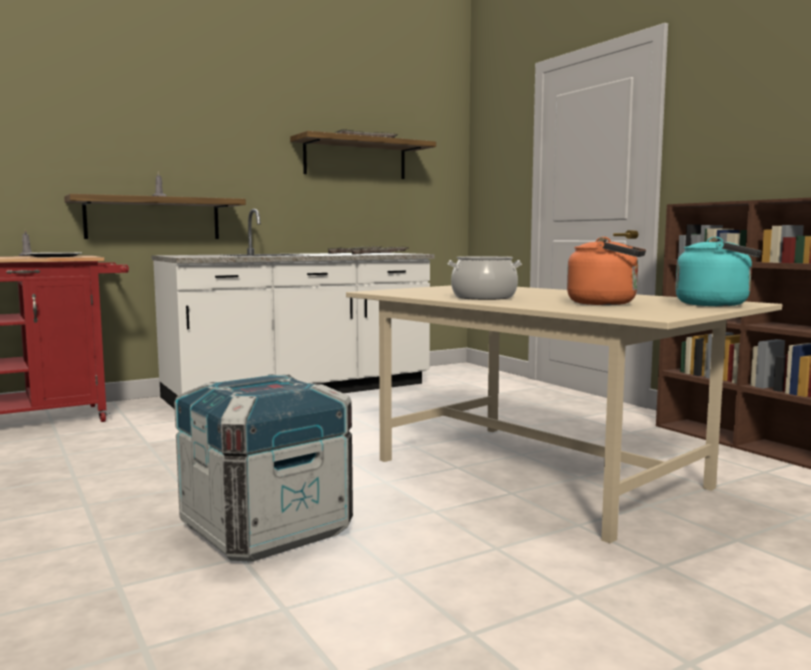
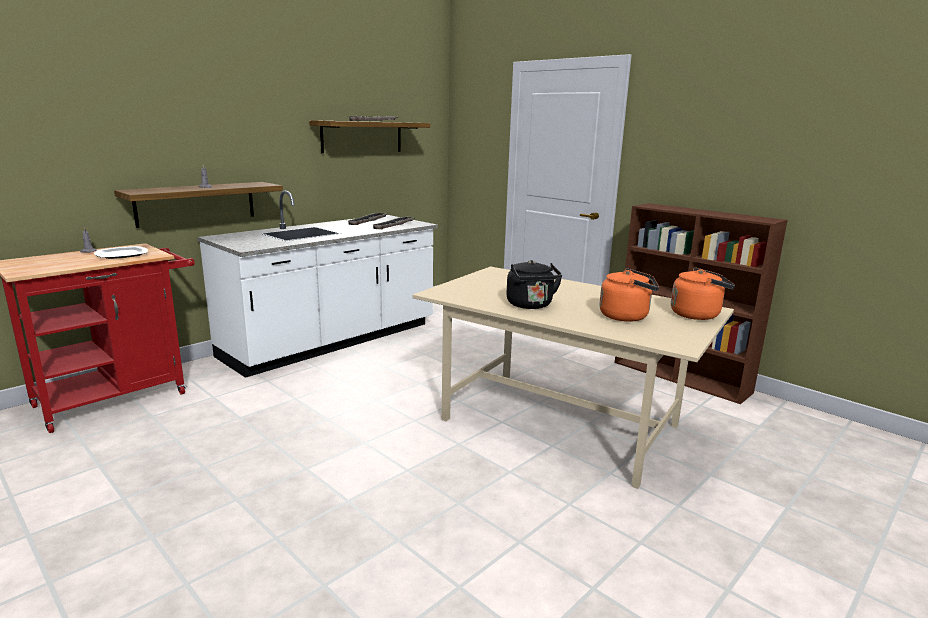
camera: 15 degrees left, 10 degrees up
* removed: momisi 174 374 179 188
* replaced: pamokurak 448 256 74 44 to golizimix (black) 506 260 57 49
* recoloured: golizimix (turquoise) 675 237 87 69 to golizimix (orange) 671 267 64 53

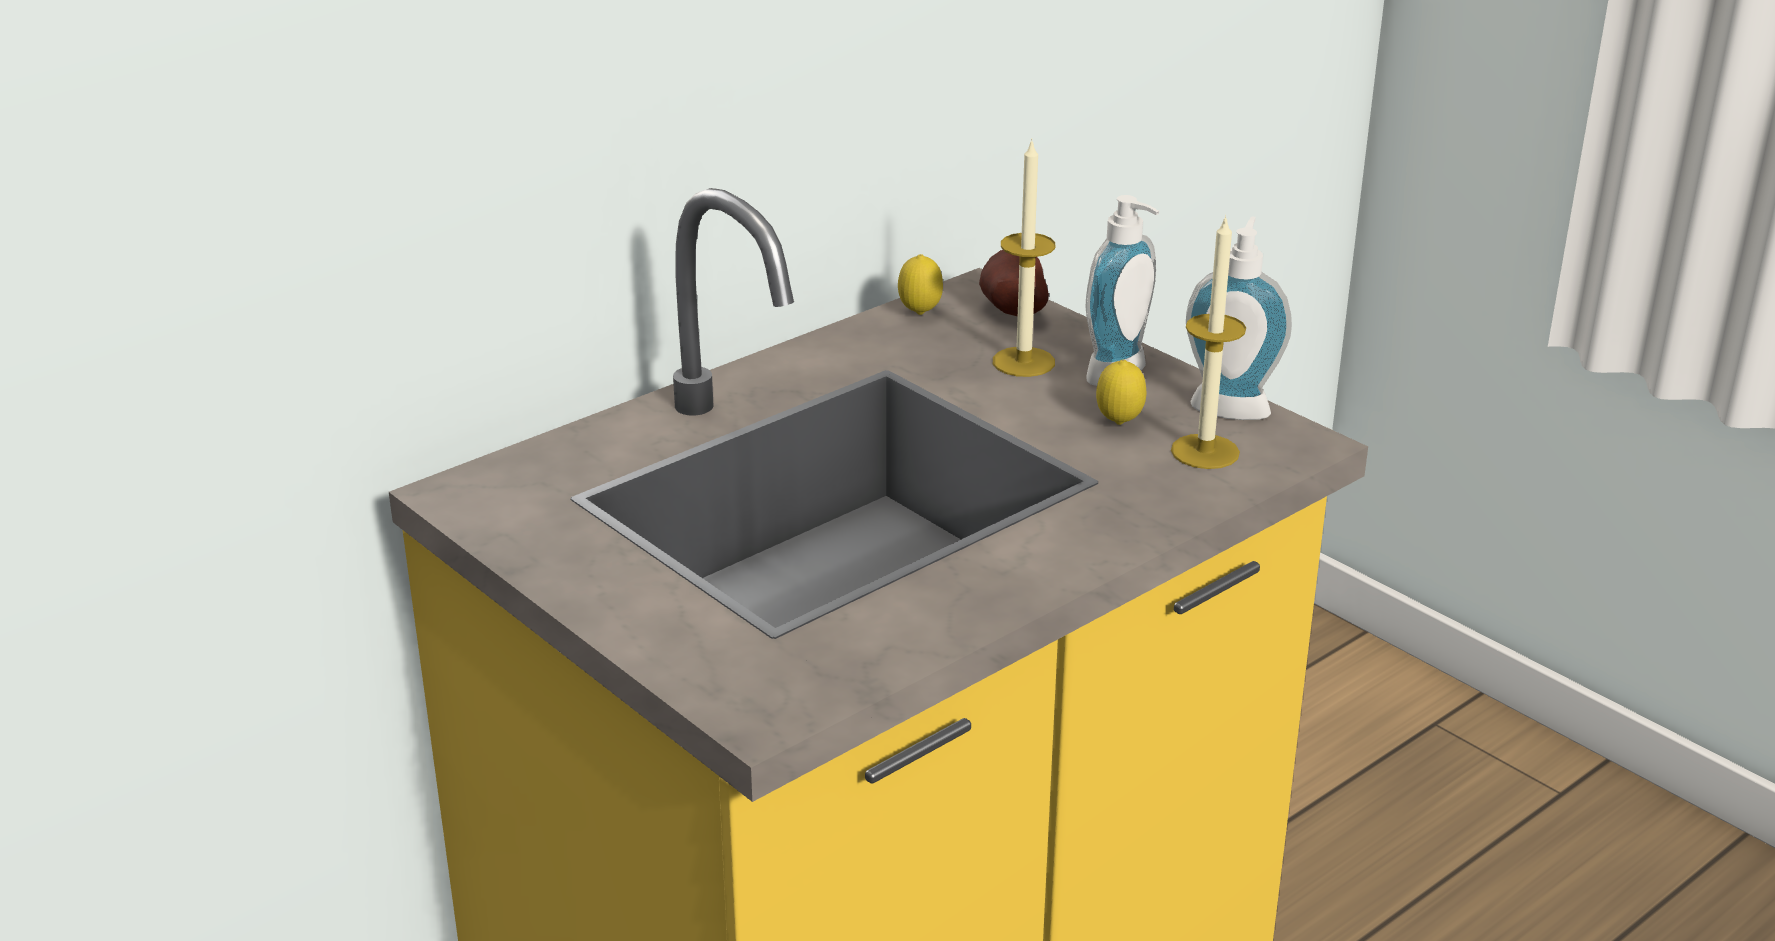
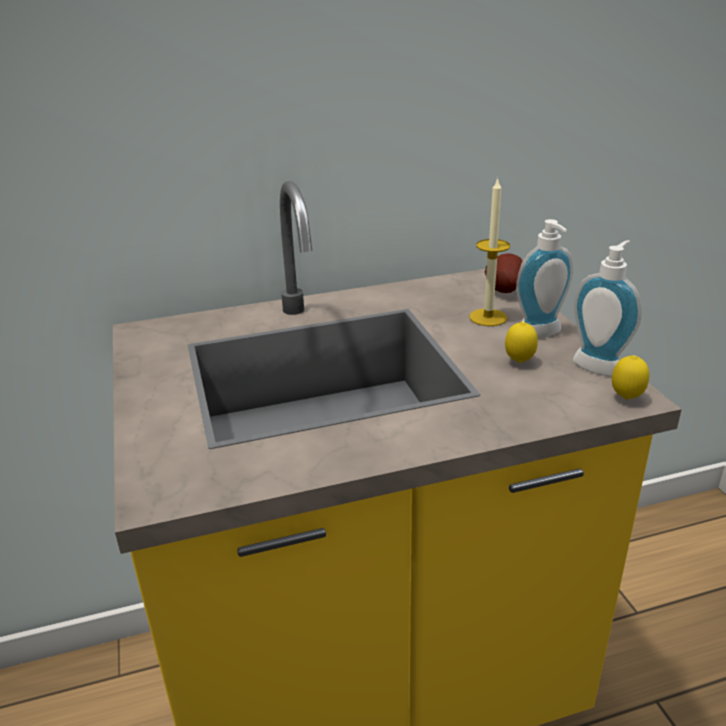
camera: 25 degrees right, 0 degrees up
* moved: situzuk 898 254 45 61 to 612 355 37 45
* removed: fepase 1171 215 75 254

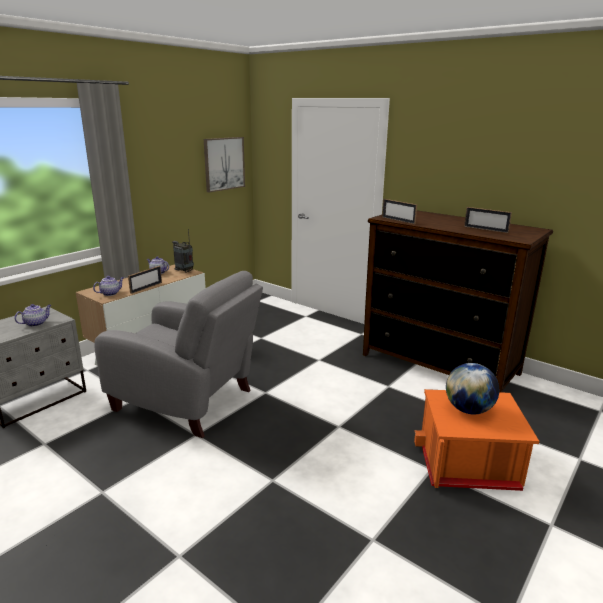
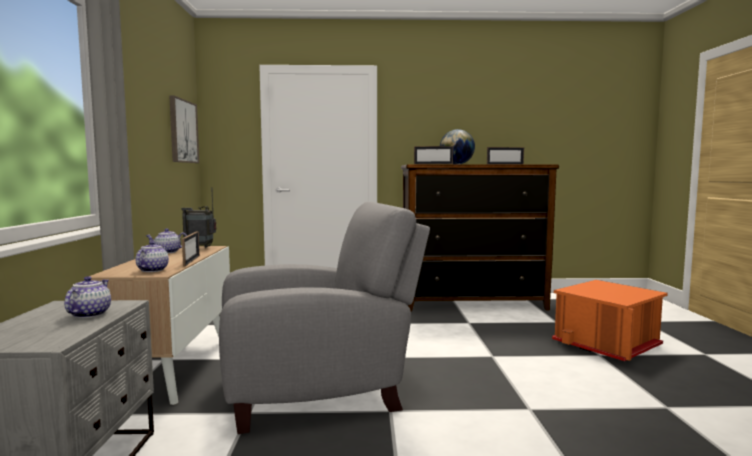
camera: 40 degrees left, 15 degrees down
* moved: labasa 446 363 53 51 to 440 129 35 35

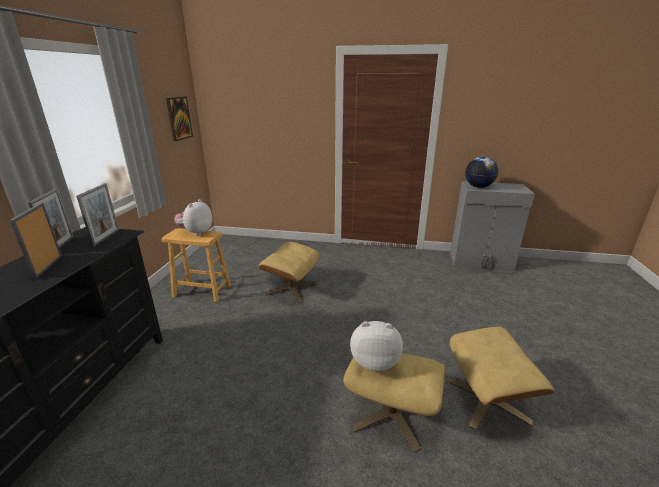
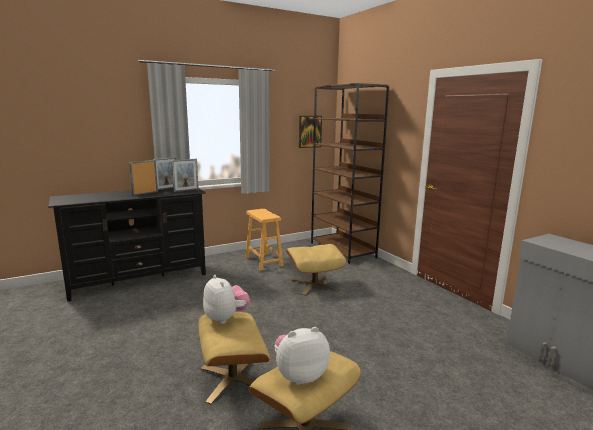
camera: 50 degrees right, 10 degrees down
* moved: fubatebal 174 199 38 37 to 274 327 56 58
* removed: labasa 465 157 33 31
* added: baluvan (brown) 311 83 78 181

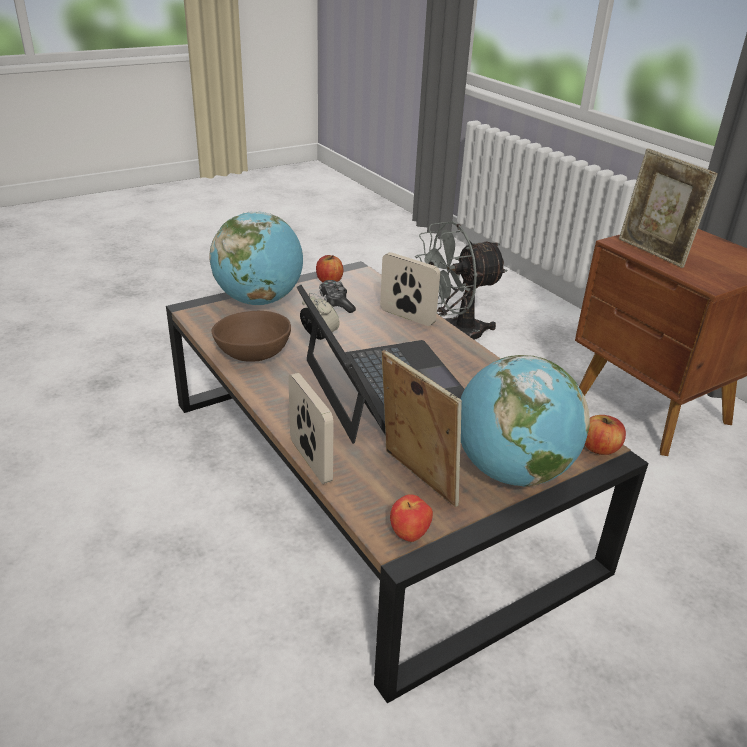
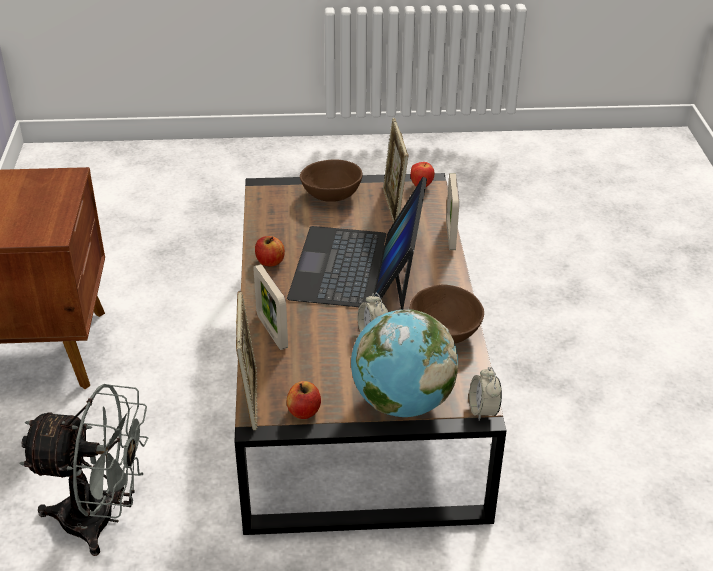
camera: 150 degrees left, 5 degrees up
* removed: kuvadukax 319 280 37 33
* replaced: labasa 460 355 130 132 to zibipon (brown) 300 159 63 43
* moved: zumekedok 585 415 41 40 to 255 236 30 31
* moved: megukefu 619 148 99 120 to 236 291 22 139
* added: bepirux 469 367 33 54

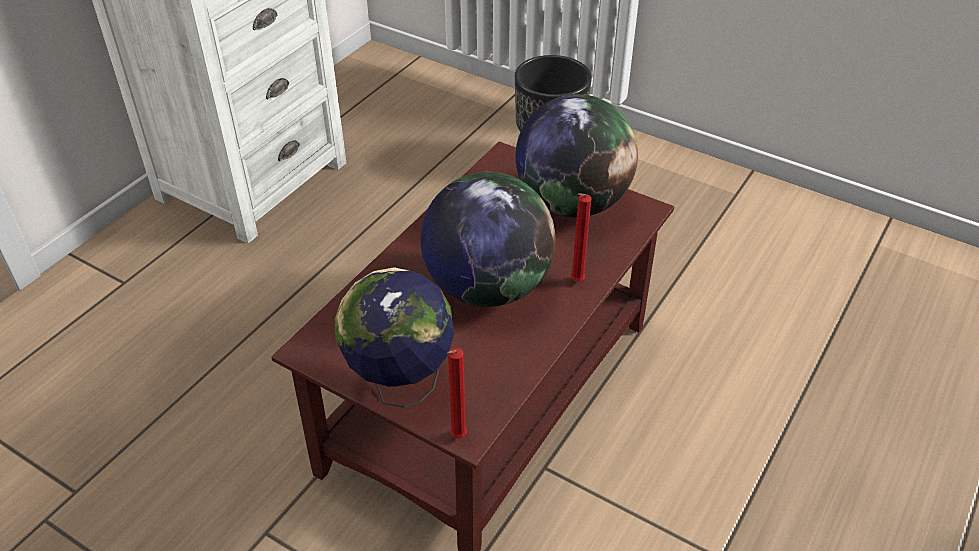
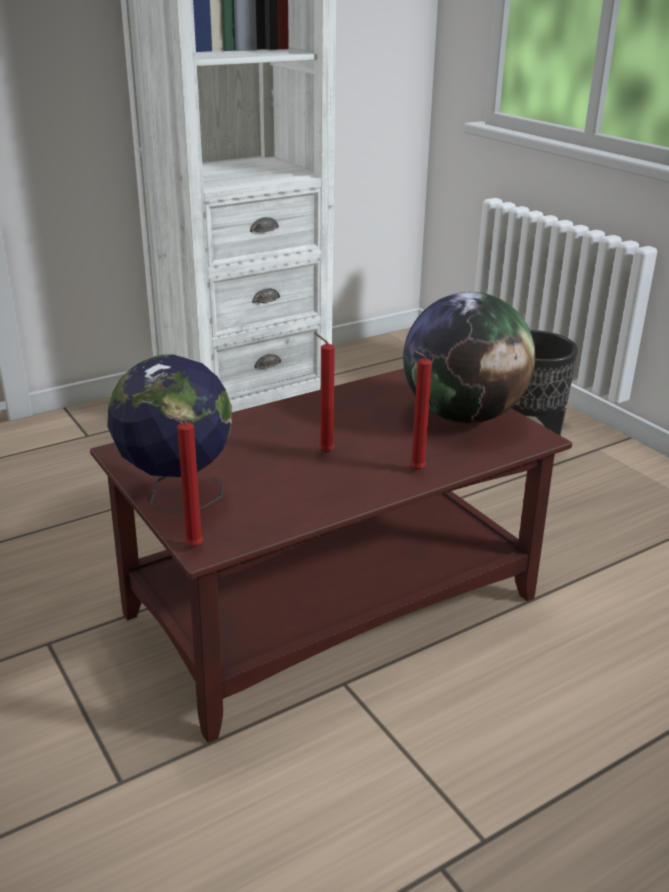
camera: 25 degrees right, 15 degrees down
* replaced: labasa 421 172 135 135 to fepase (red) 314 332 21 121

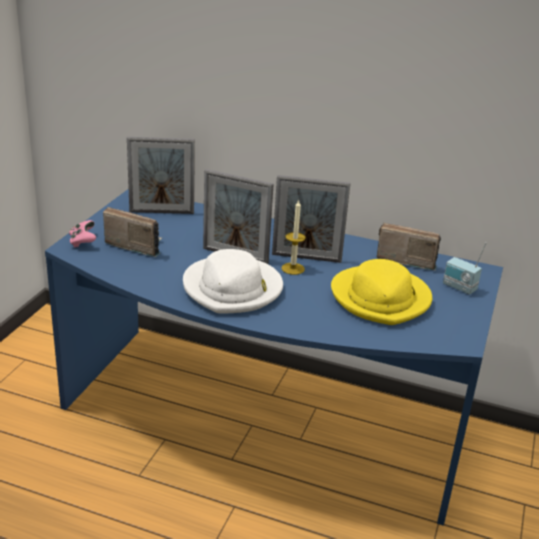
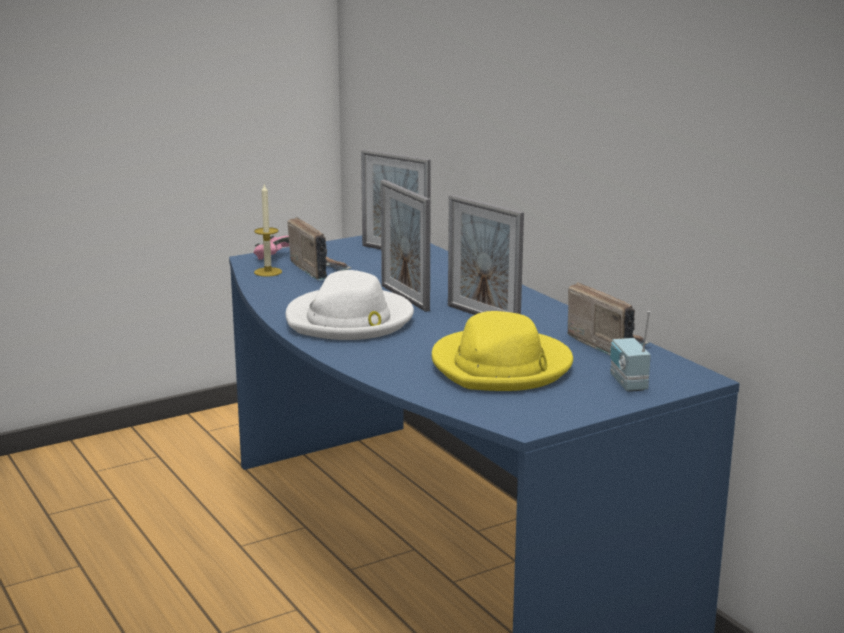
camera: 40 degrees right, 10 degrees down
* moved: fepase 281 200 25 75 to 254 184 28 93

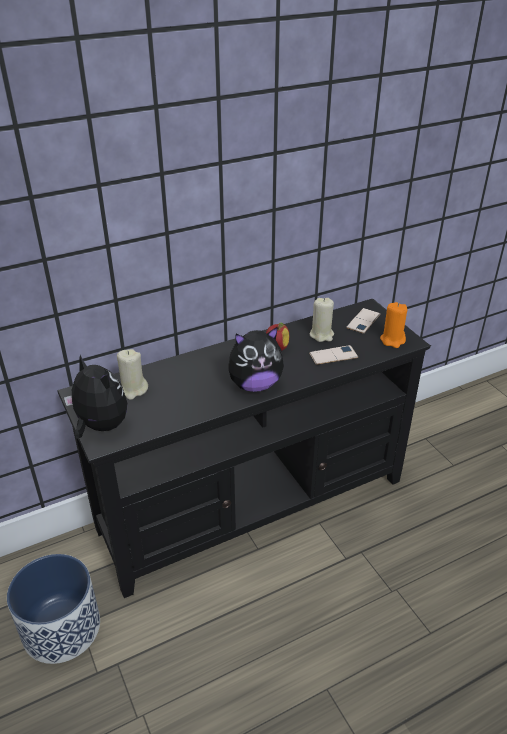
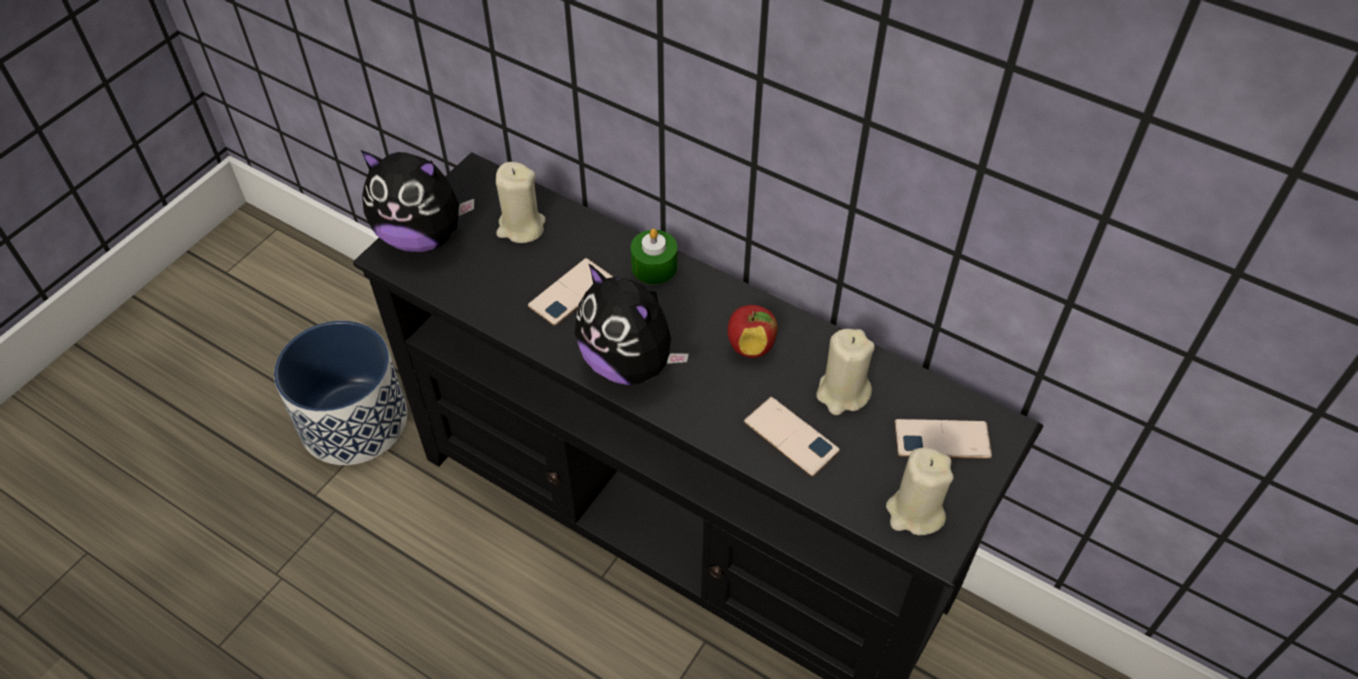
camera: 60 degrees right, 15 degrees up
* turned: fubatebal 64 355 63 83 = 361 150 114 102 90 degrees clockwise
* recoloured: fepase (orange) 380 302 27 46 to fepase (beige) 886 447 68 88
* added: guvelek 528 258 85 68
* added: fepase (green) 631 229 46 55

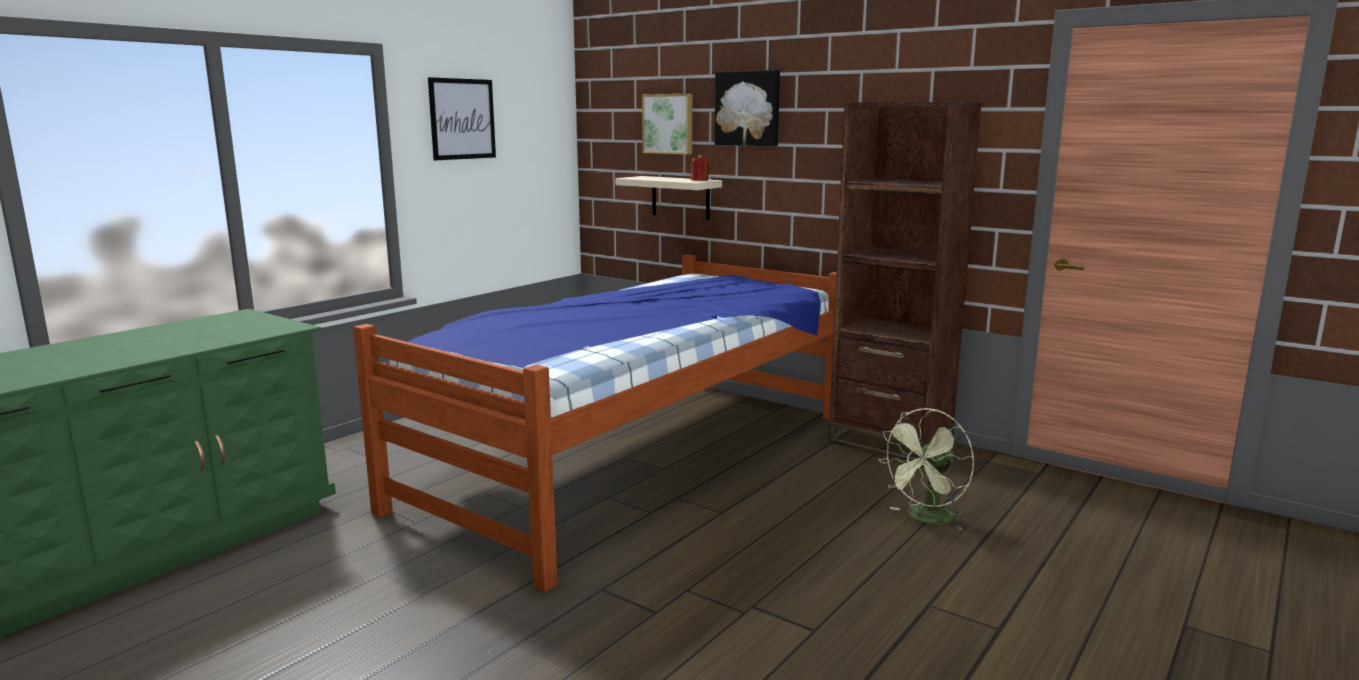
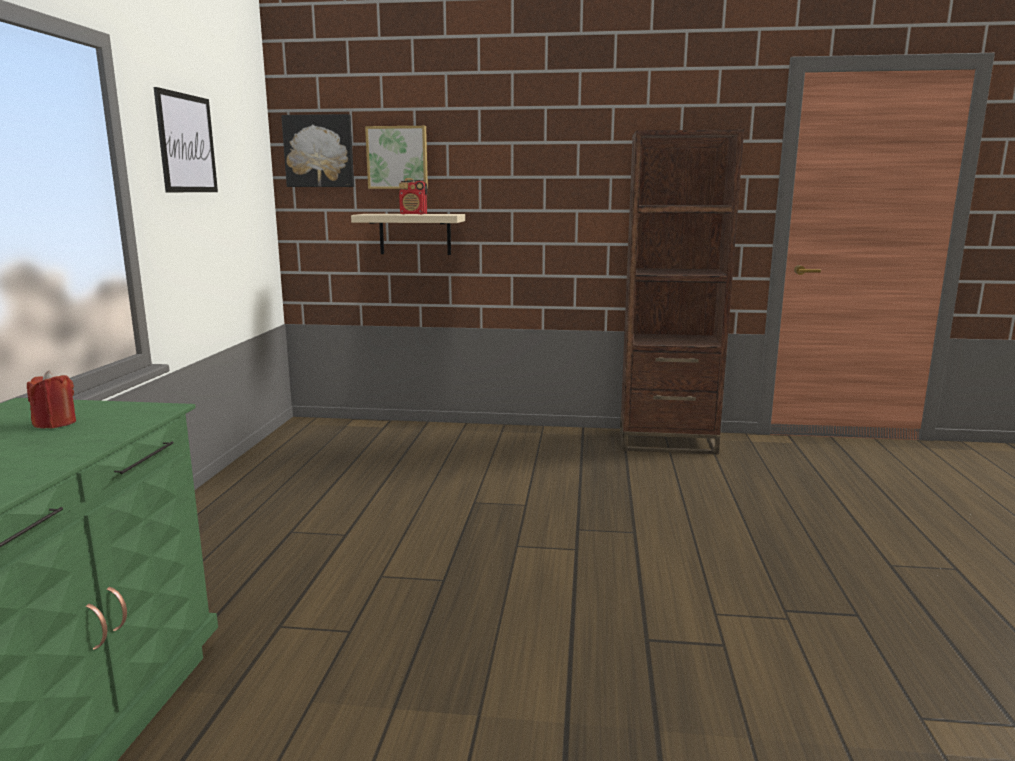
camera: 30 degrees left, 0 degrees up
* removed: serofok 353 255 483 337
* moved: fepase (red) 691 155 19 26 to 27 370 49 58
* moved: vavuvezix 715 70 65 76 to 281 114 73 73
* removed: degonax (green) 879 408 95 122
* added: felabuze 399 178 28 37

